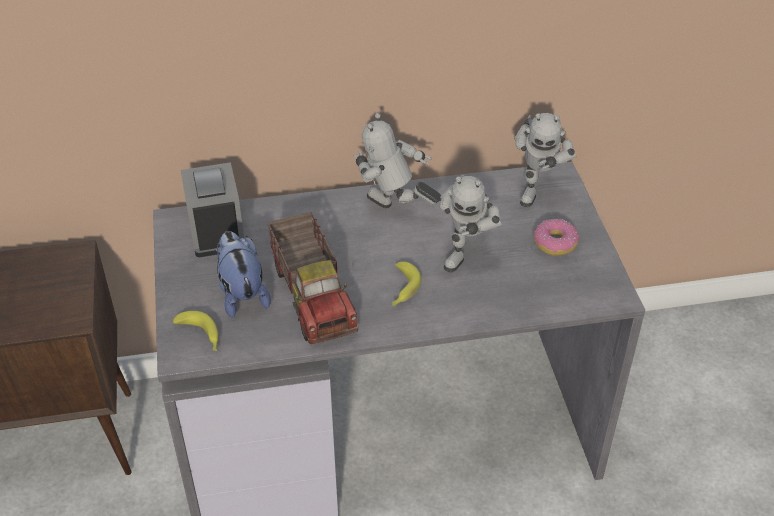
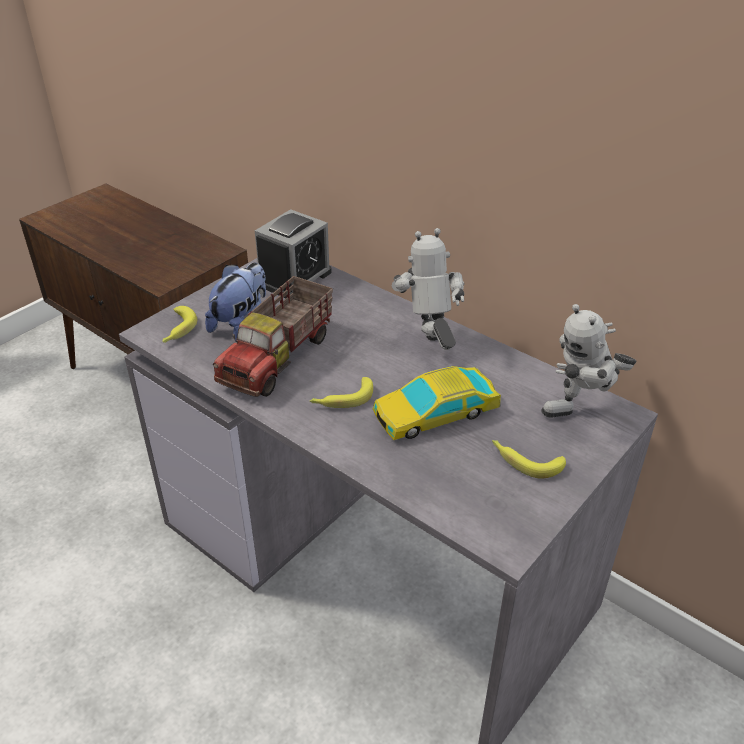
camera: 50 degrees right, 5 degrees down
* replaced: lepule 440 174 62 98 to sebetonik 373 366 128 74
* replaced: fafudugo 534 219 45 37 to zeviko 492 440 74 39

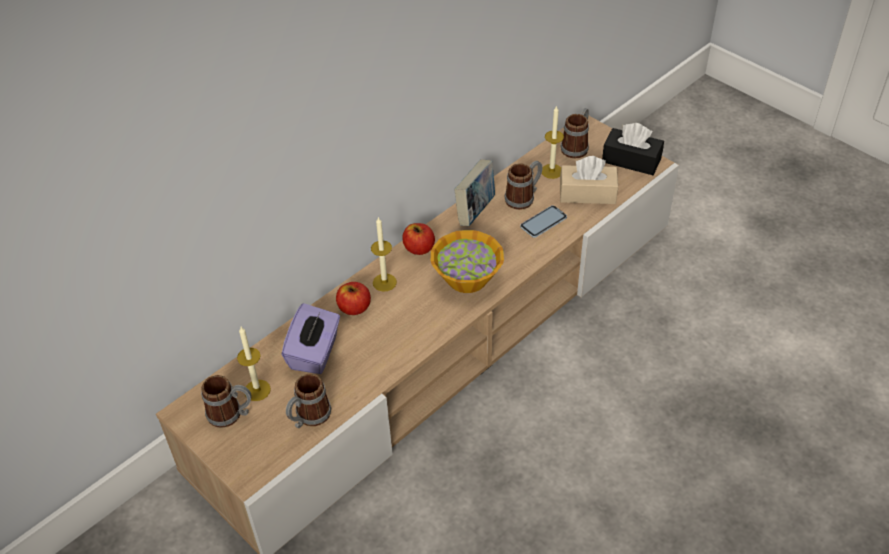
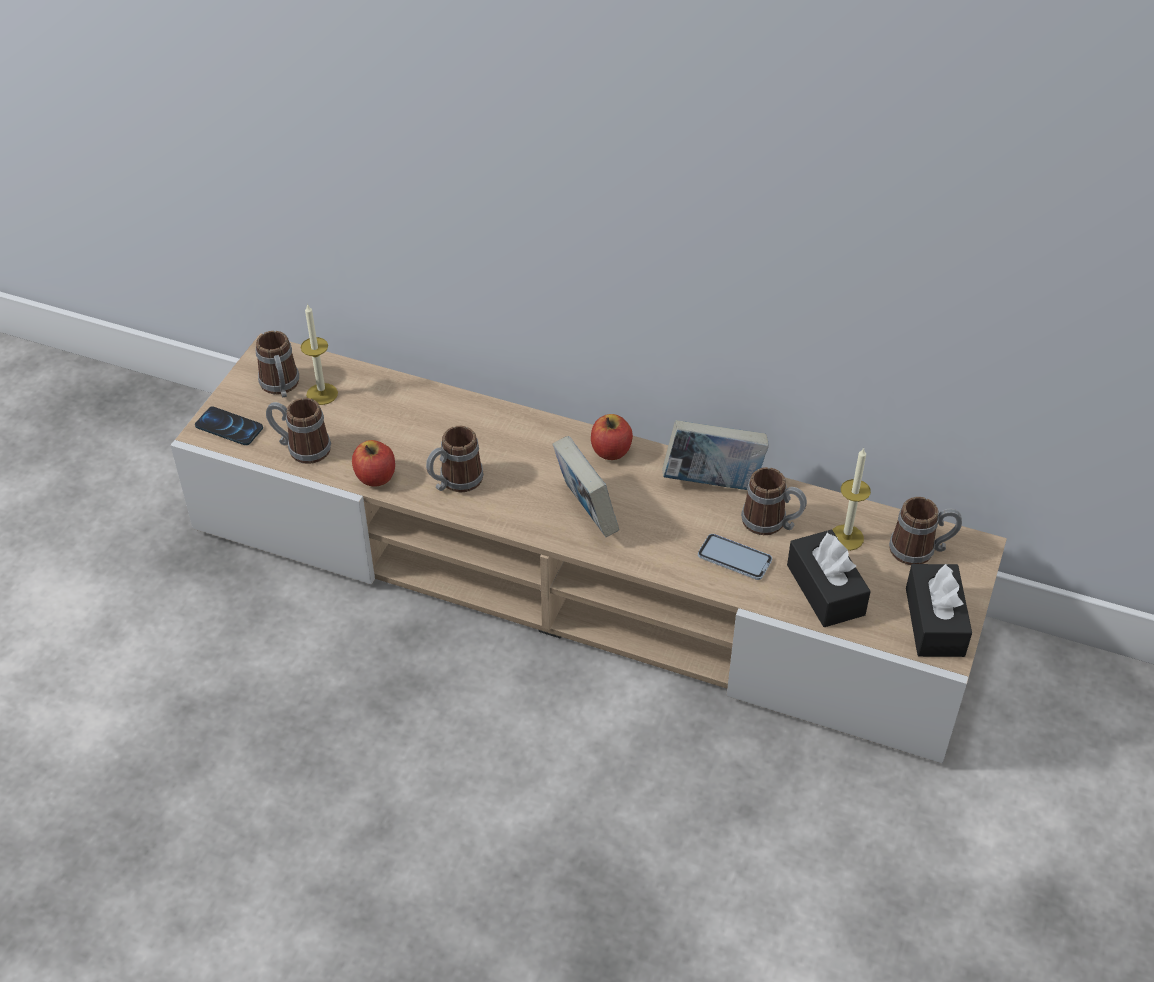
camera: 65 degrees right, 0 degrees up
* removed: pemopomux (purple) 281 303 59 71
* moved: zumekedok 336 282 35 33 to 352 440 43 46
* removed: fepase 371 217 26 75
* replaced: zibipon 431 230 73 63 to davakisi 553 436 66 101
* recoloured: pemopomux (beige) 560 156 58 48 to pemopomux (black) 787 530 84 97
* added: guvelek 195 407 68 38
* added: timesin 426 426 58 67

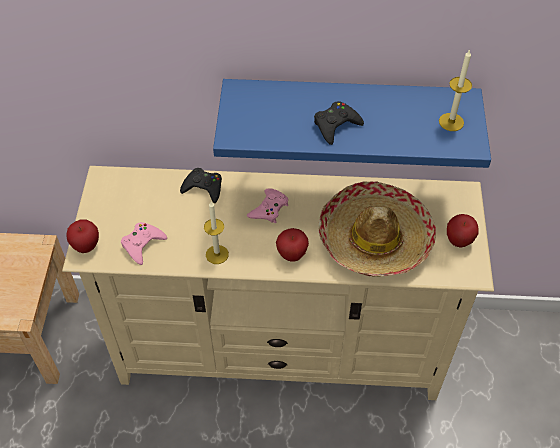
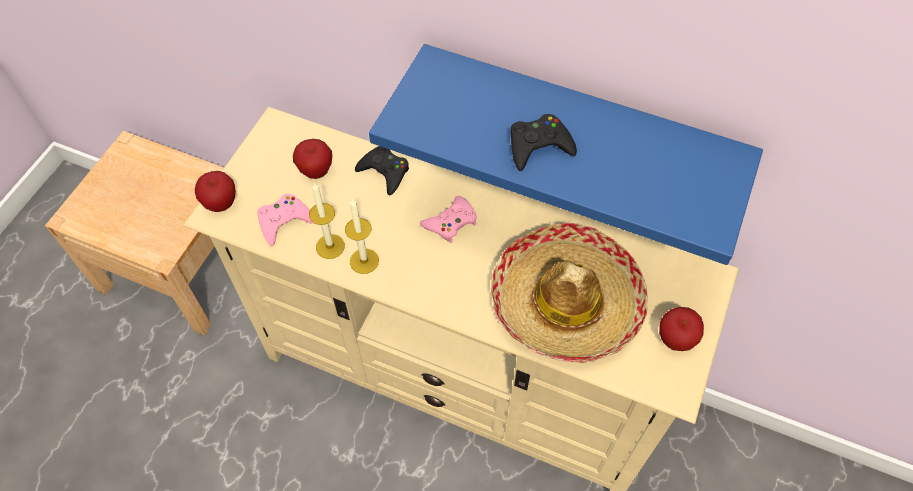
camera: 20 degrees right, 5 degrees up
* moved: zumekedok 276 228 33 34 to 293 139 39 40
* moved: fepase 439 49 33 82 to 309 183 36 76

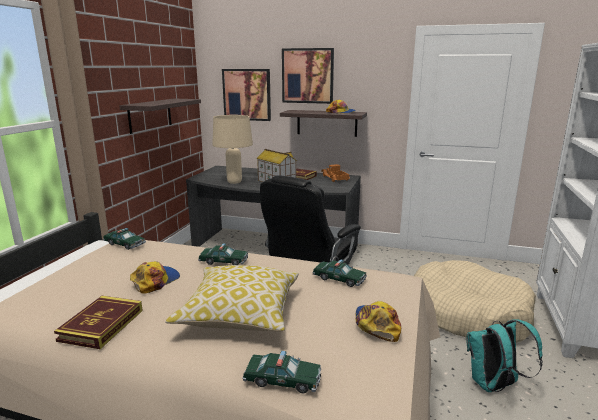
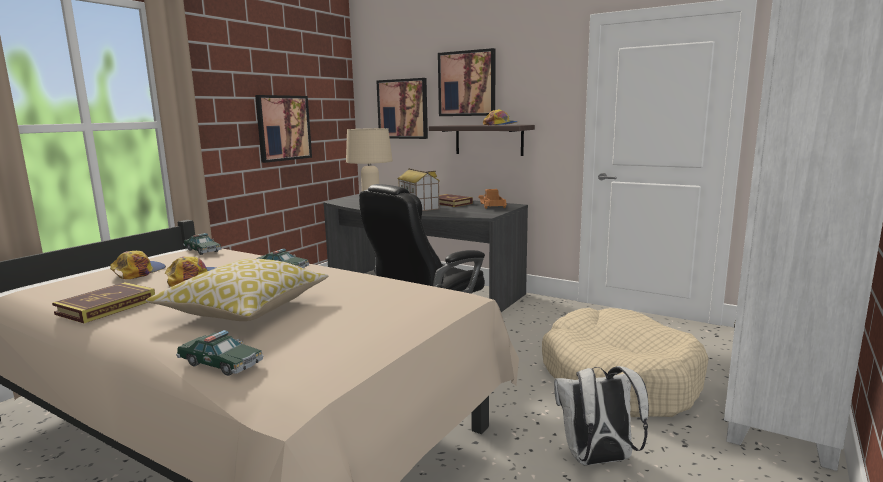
camera: 15 degrees right, 5 degrees down
* replaced: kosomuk 119 99 82 35 to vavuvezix 255 95 57 68
* removed: sebetonik 312 259 55 28
* moved: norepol 355 301 46 41 to 110 251 56 28
* recoloured: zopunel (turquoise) 466 319 77 73 to zopunel (white) 554 366 95 99

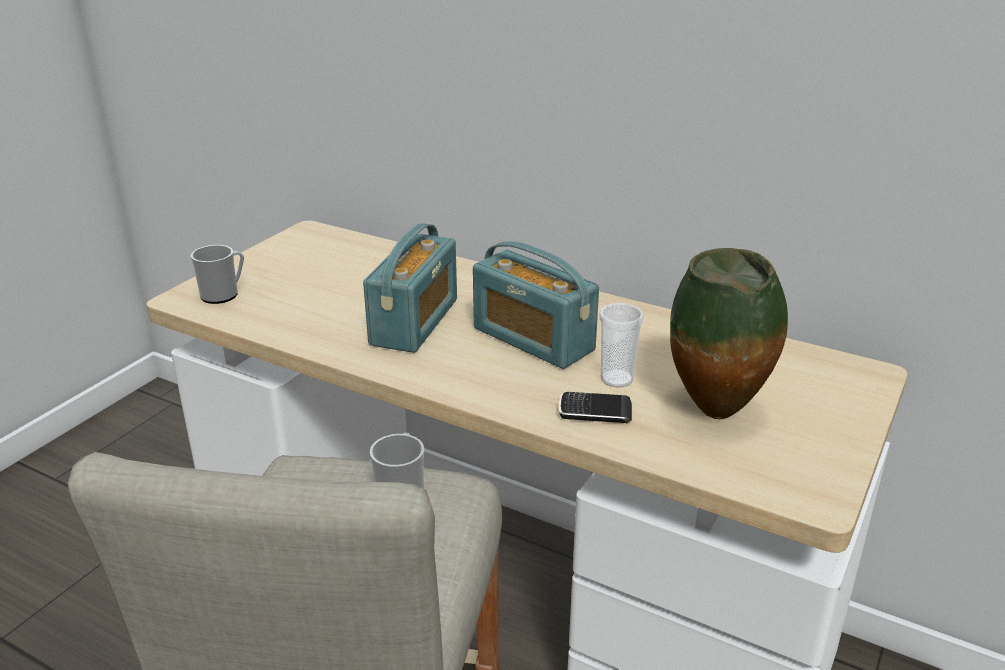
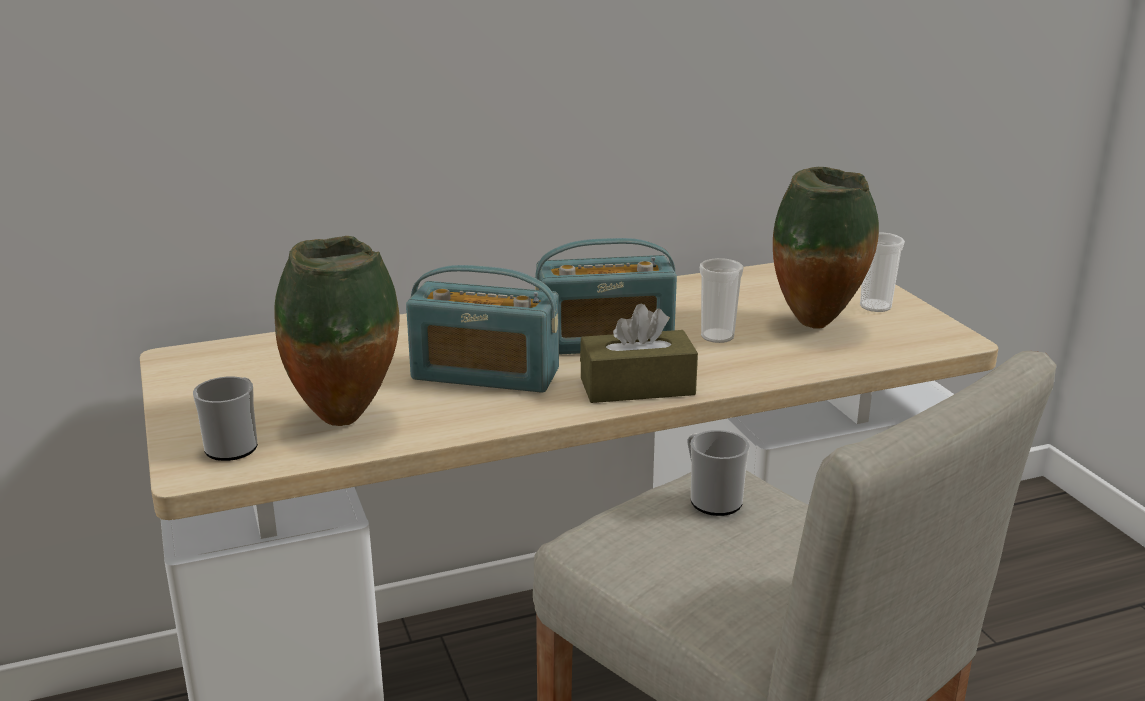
camera: 50 degrees left, 5 degrees down
* turned: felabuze 363 223 94 130 = 406 265 153 128 135 degrees clockwise
* removed: guvelek 559 392 73 31
* added: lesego 274 236 126 190
* added: pemopomux (brown) 580 304 118 99
* added: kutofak 860 232 45 80

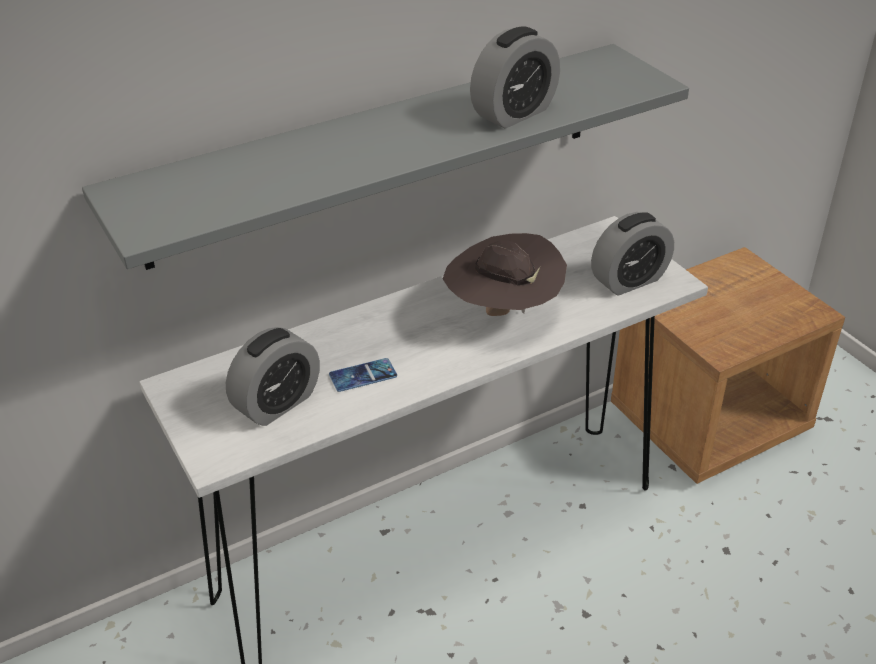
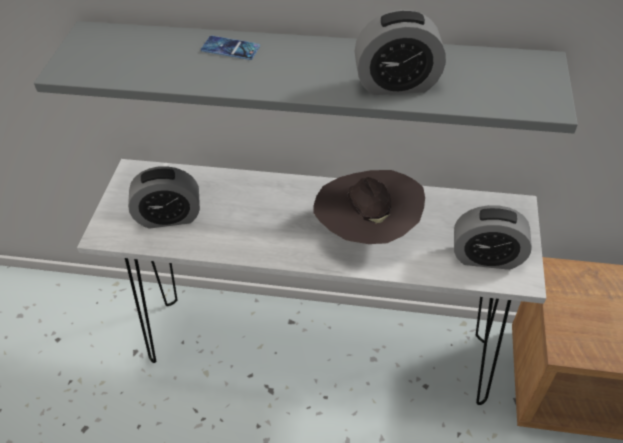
camera: 40 degrees right, 10 degrees up
* moved: guvelek 329 358 68 34 to 201 36 59 24

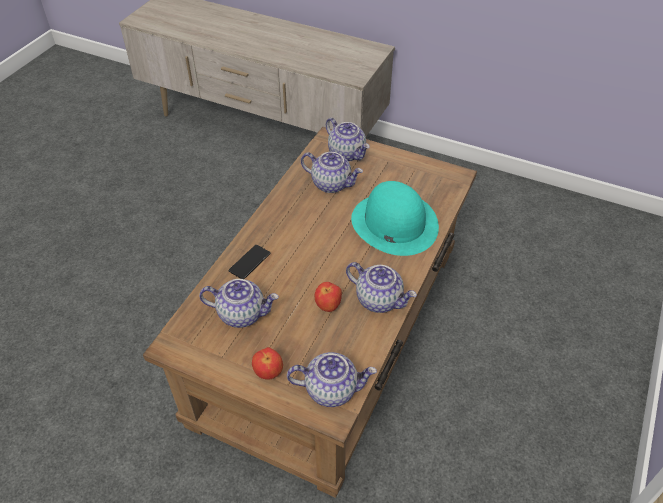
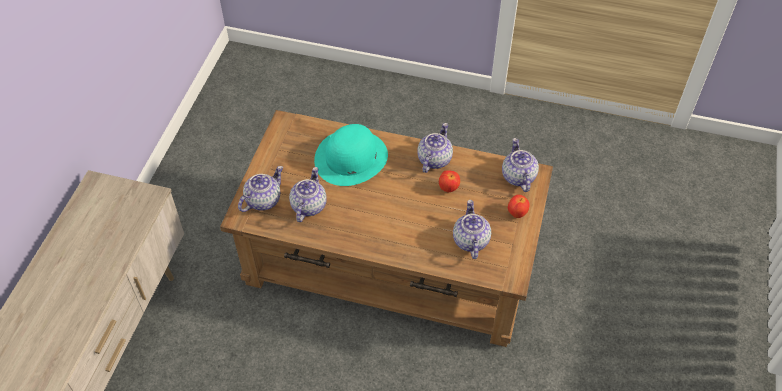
camera: 100 degrees left, 5 degrees up
* removed: guvelek 229 245 41 34

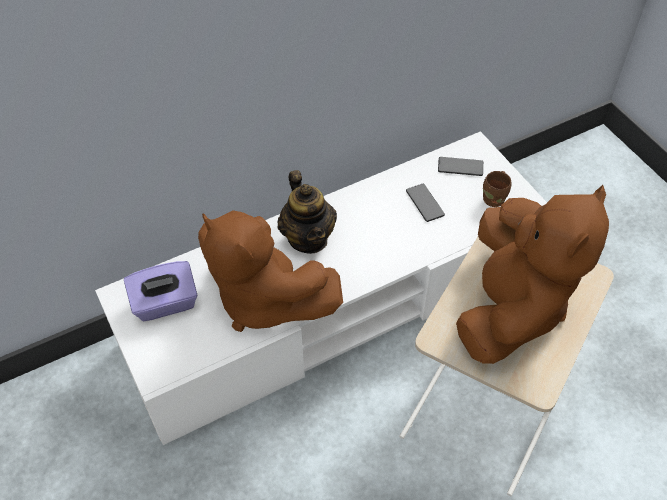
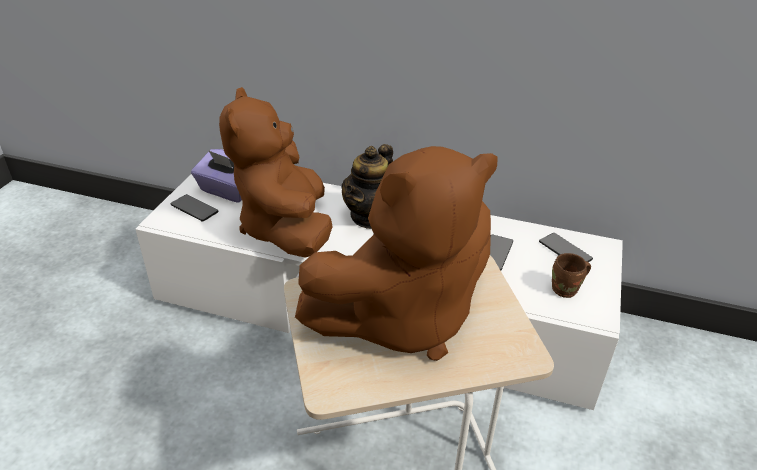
camera: 45 degrees right, 15 degrees down
* added: guvelek 171 194 48 28

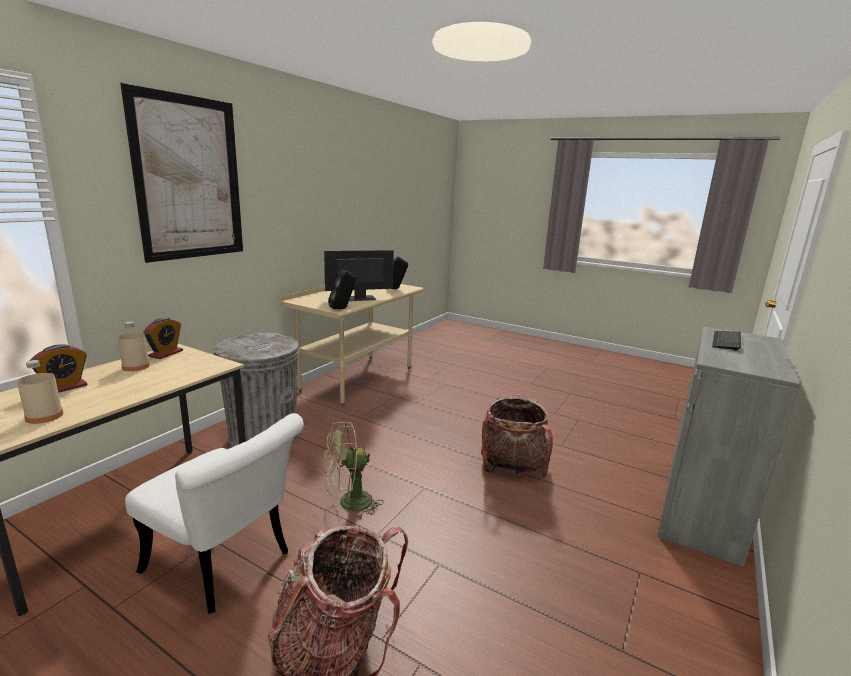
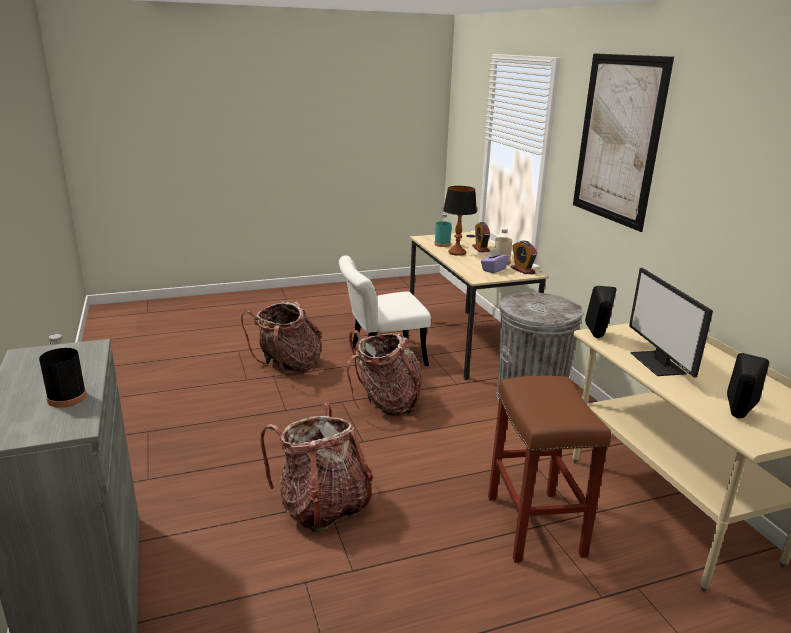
camera: 130 degrees right, 5 degrees up
* recoloured: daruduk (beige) 17 360 46 64 to daruduk (turquoise) 434 214 18 33
* turned: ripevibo 324 250 70 51 = 629 268 84 110 150 degrees clockwise
* replaced: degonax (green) 324 422 60 97 to zopunel 346 330 75 86
* replaced: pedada 712 331 29 20 to daruduk (black) 39 334 48 74
* added: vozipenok 443 186 34 70
* added: pemopomux (purple) 481 249 28 24
* added: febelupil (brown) 488 376 123 187

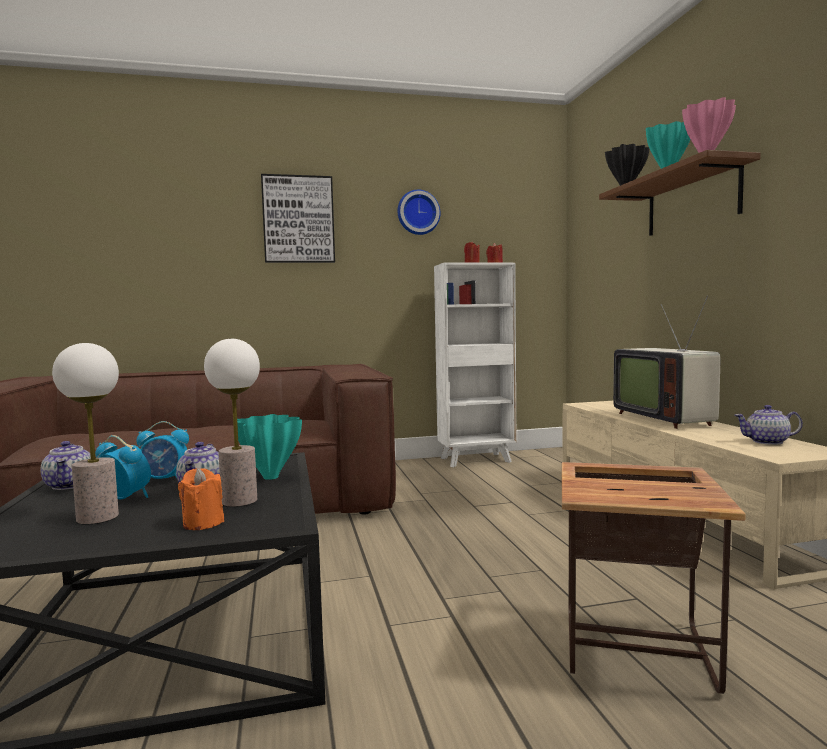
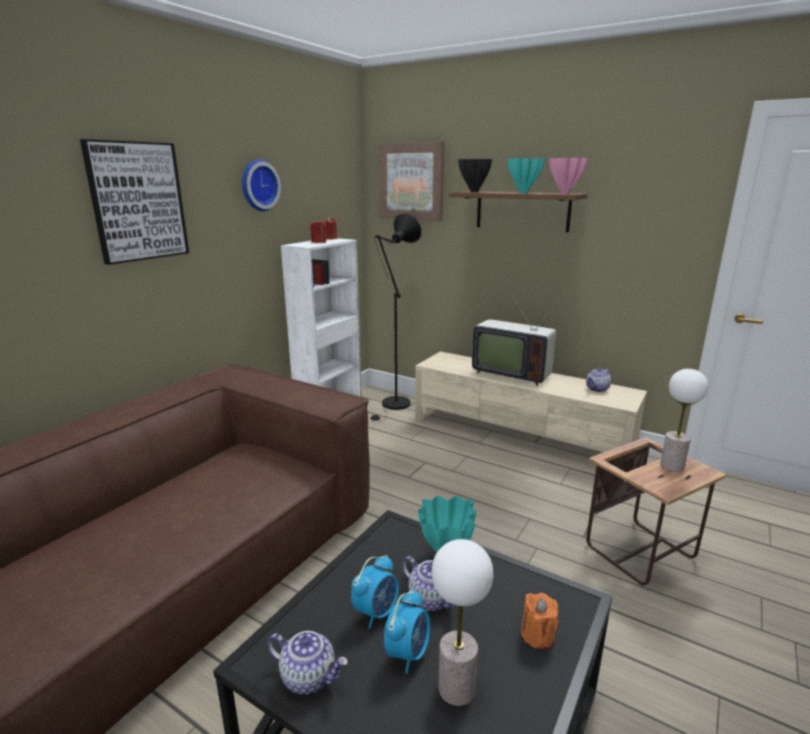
camera: 45 degrees left, 15 degrees up
* turned: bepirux 95 435 56 64 = 384 589 46 85 135 degrees clockwise
* moved: vozipenok 204 339 56 168 to 660 369 48 103
* added: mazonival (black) 370 213 51 209
* added: vavuvezix 378 142 66 79

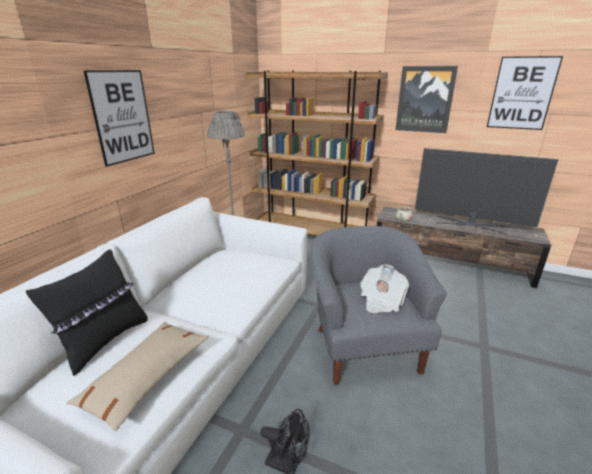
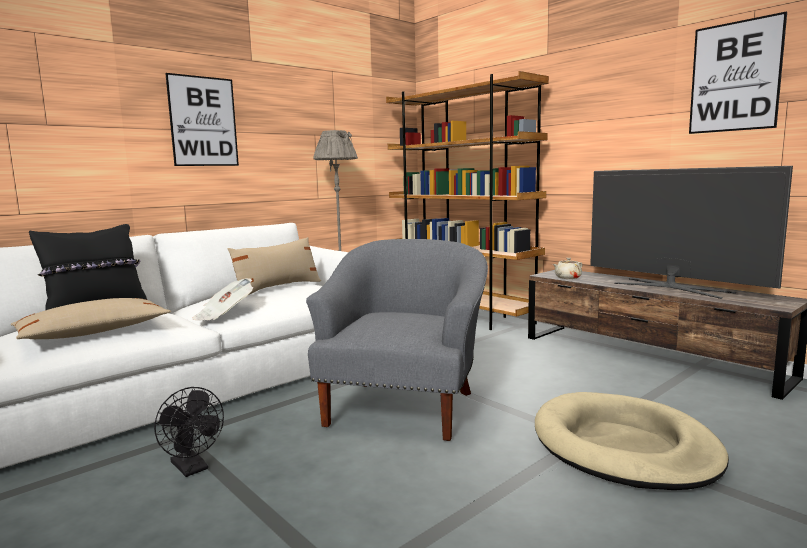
camera: 25 degrees right, 15 degrees down
* moved: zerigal 360 264 49 49 to 193 278 60 43
* removed: vavuvezix 395 66 63 67
* added: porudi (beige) 228 237 93 57
* added: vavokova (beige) 535 392 194 98

